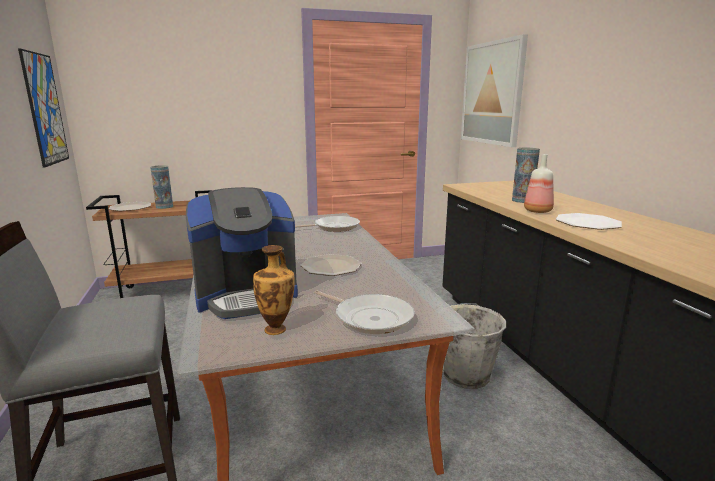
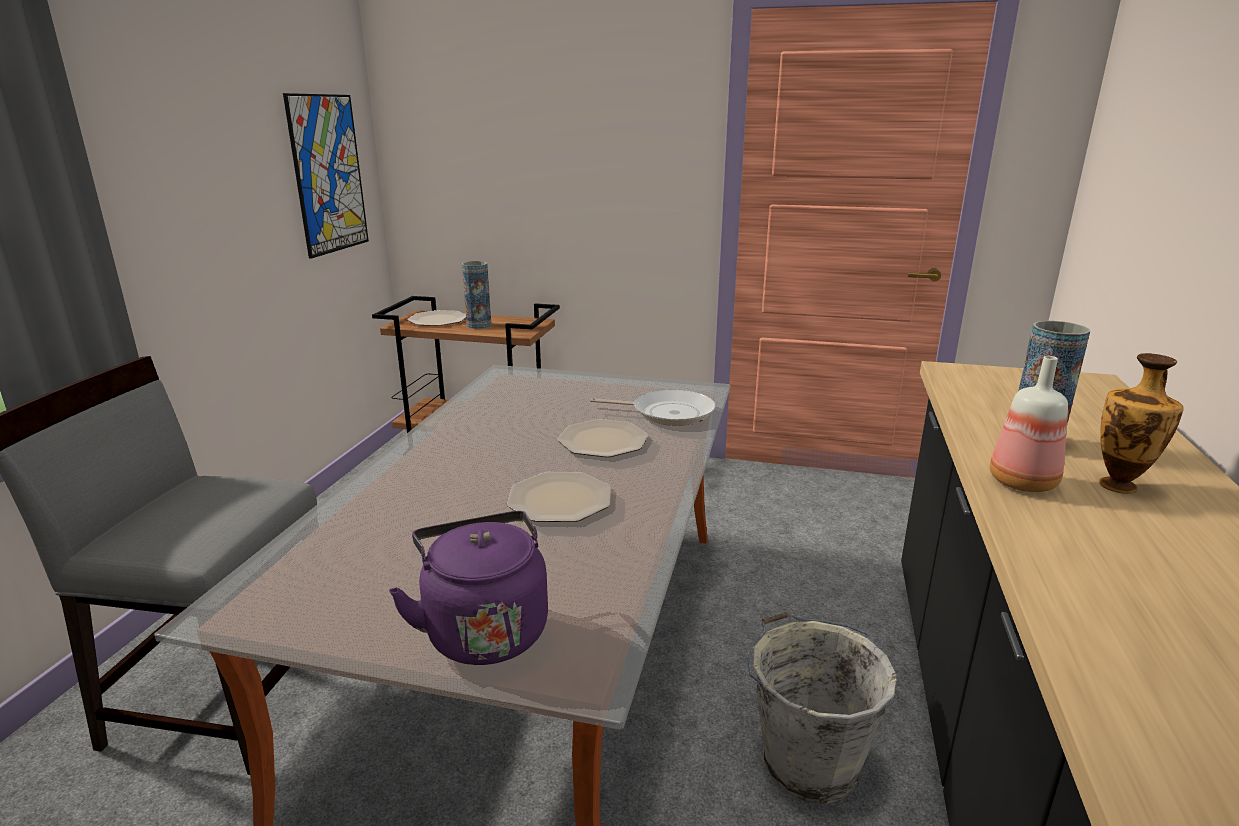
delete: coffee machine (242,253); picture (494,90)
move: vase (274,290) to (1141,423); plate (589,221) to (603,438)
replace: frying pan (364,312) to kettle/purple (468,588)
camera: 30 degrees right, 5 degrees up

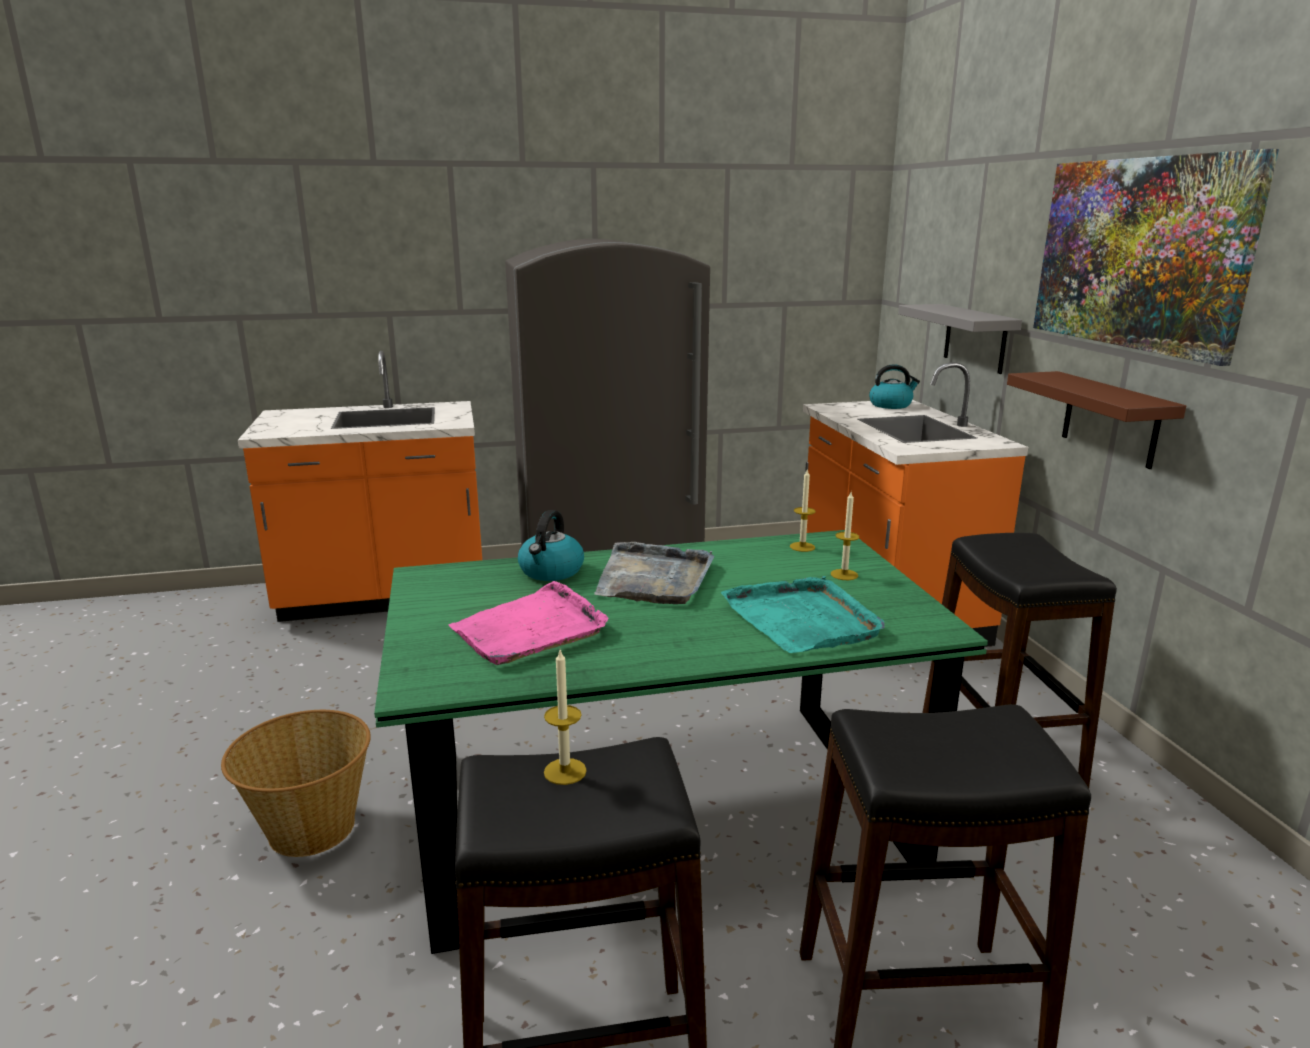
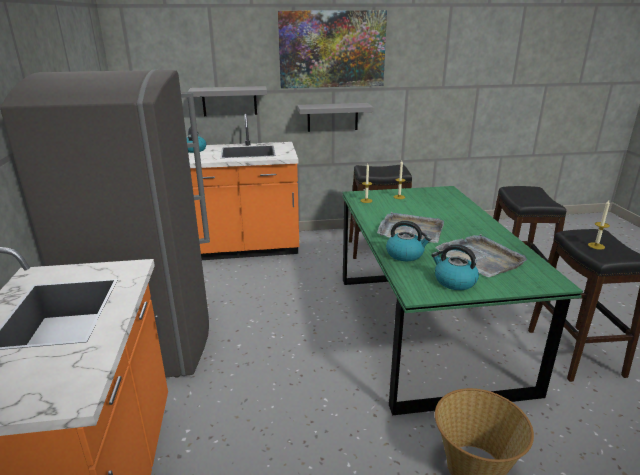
delete: tray/turquoise (802,614)
insert: kettle (455,267)
recolor: tray/pink (528,623) to tray/grey (481,255); shelf/brown (1096,420) to shelf/grey (335,117)
camera: 85 degrees left, 5 degrees up

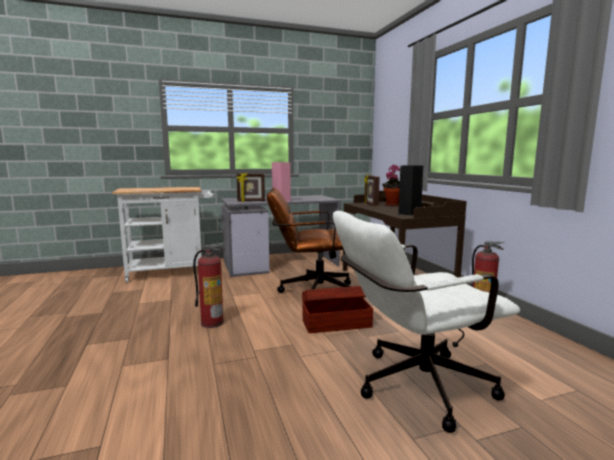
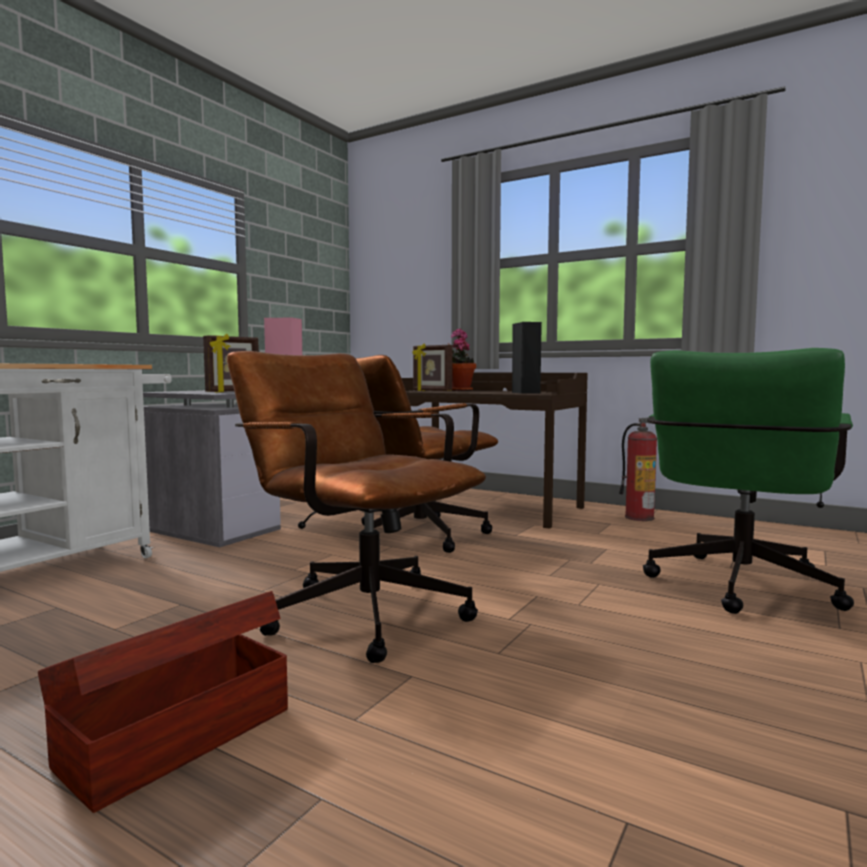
move: storage box/brown (337,309) to (163,702)
replace: fire extinguisher (209,285) to office chair/brown (356,507)
recolor: office chair/white (426,322) to office chair/green (748,481)
camera: 40 degrees left, 5 degrees down

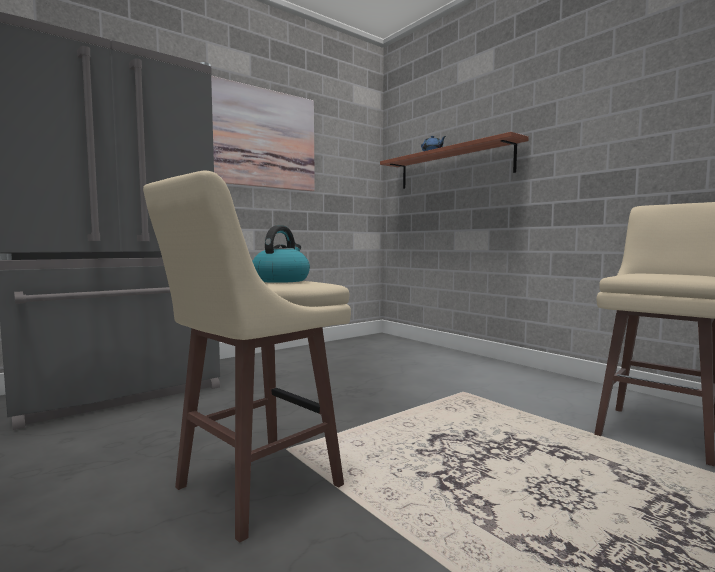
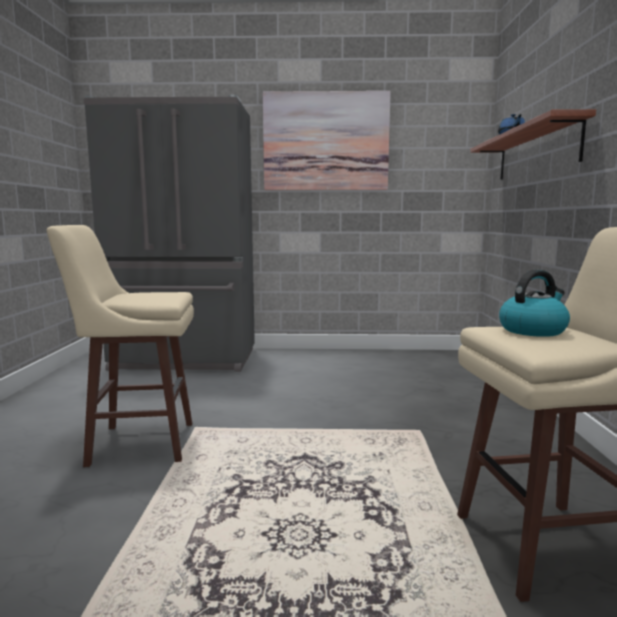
move: kettle (281,254) to (534,303)
camera: 40 degrees right, 5 degrees up

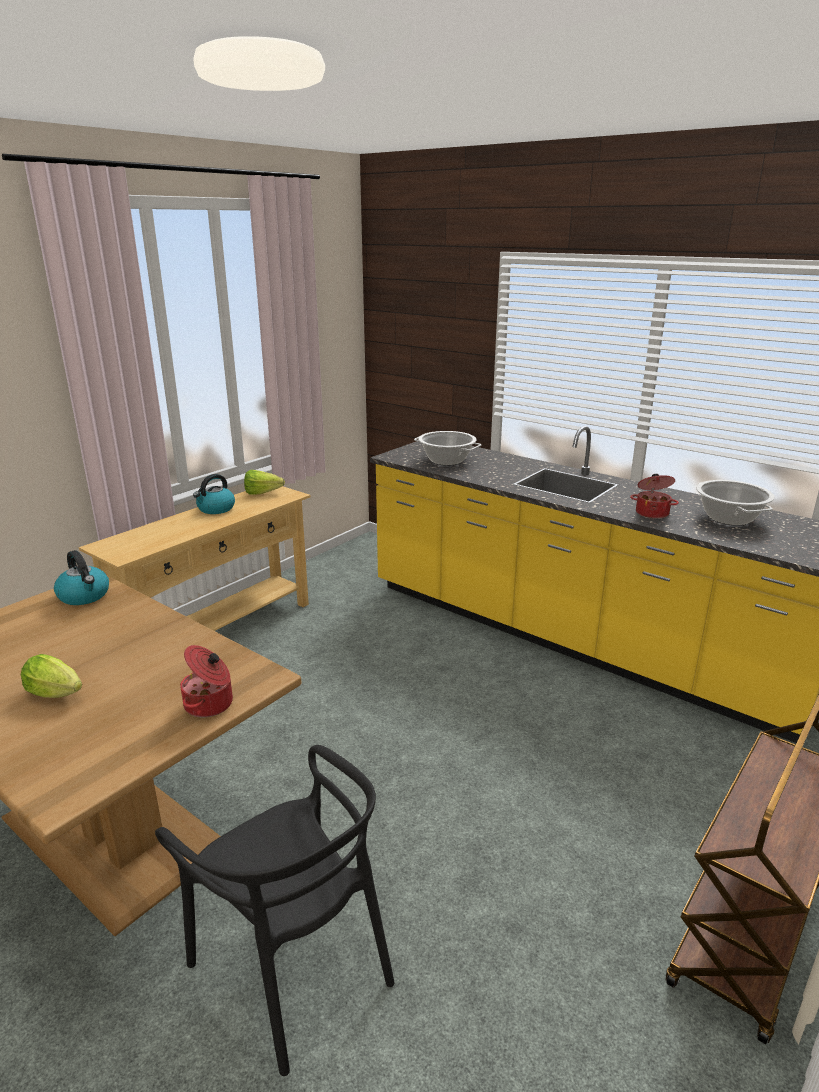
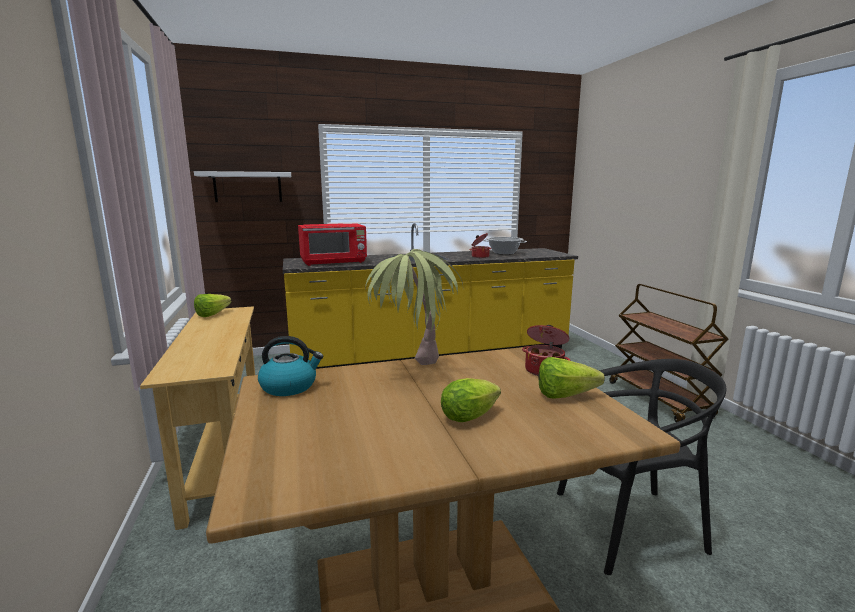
delete: kettle (214,494)
insert: shelf/white (242,186); potted plant (414,307); lettuce (571,378)
replace: cooking pot (447,448) to microwave/red (332,244)
camera: 55 degrees left, 10 degrees down

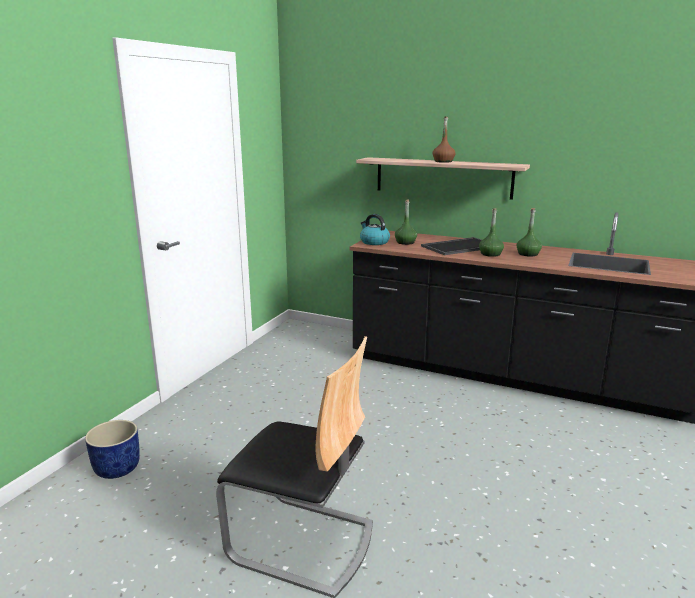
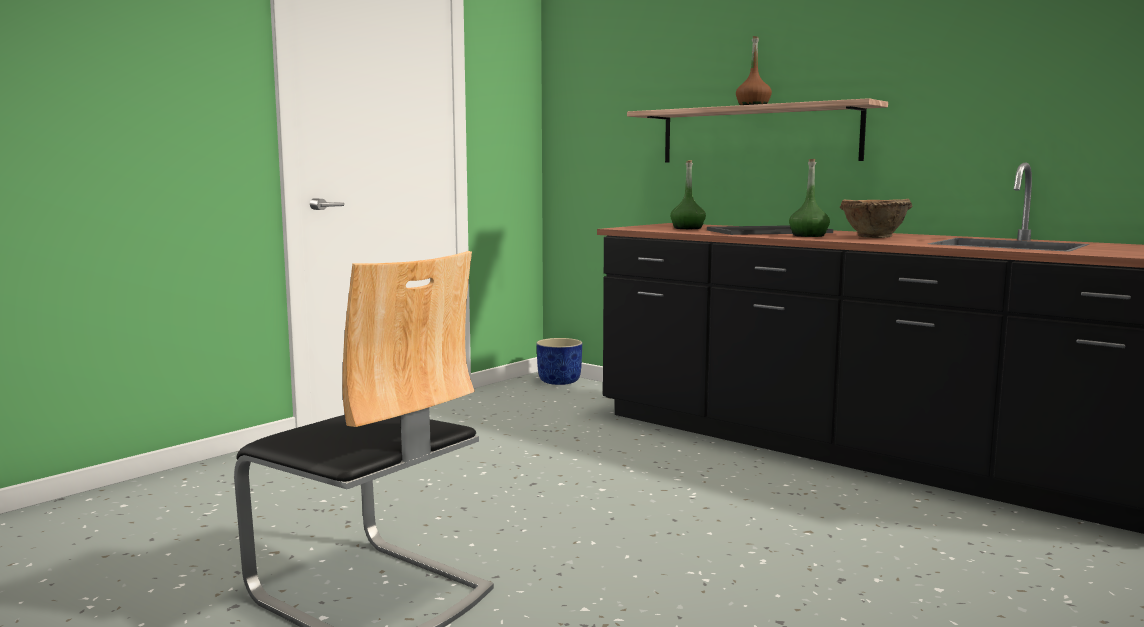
delete: kettle (375,229)
move: planter/blue (112,449) to (559,361)
replace: bottle/green (529,232) to bowl/brown (876,218)
camera: 15 degrees right, 10 degrees down

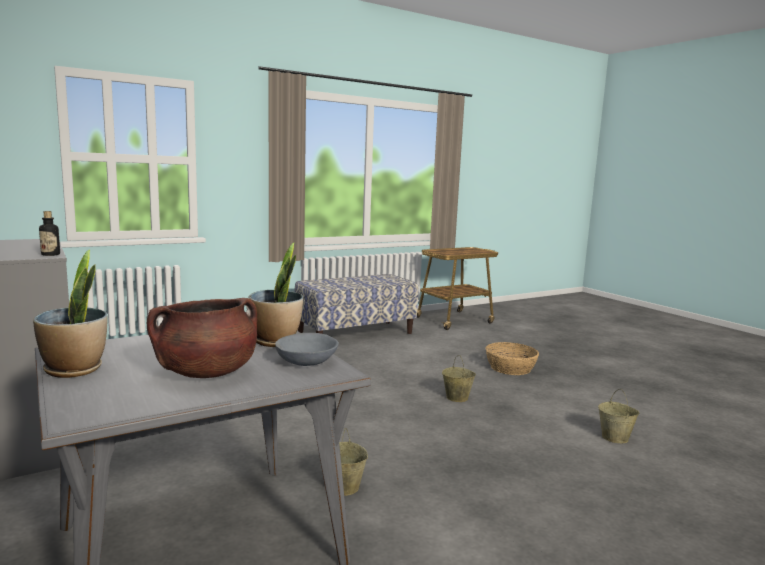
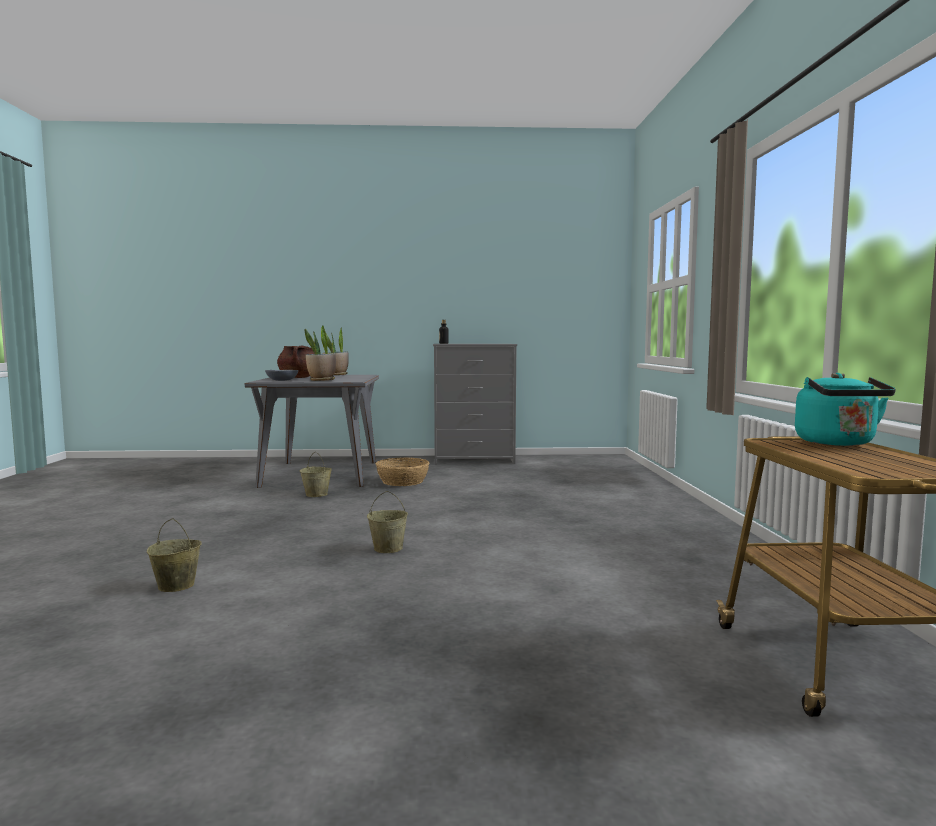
delete: bench (356,304)
insert: kettle/turquoise (845,409)
move: basket (512,358) to (403,472)
camera: 120 degrees right, 5 degrees down

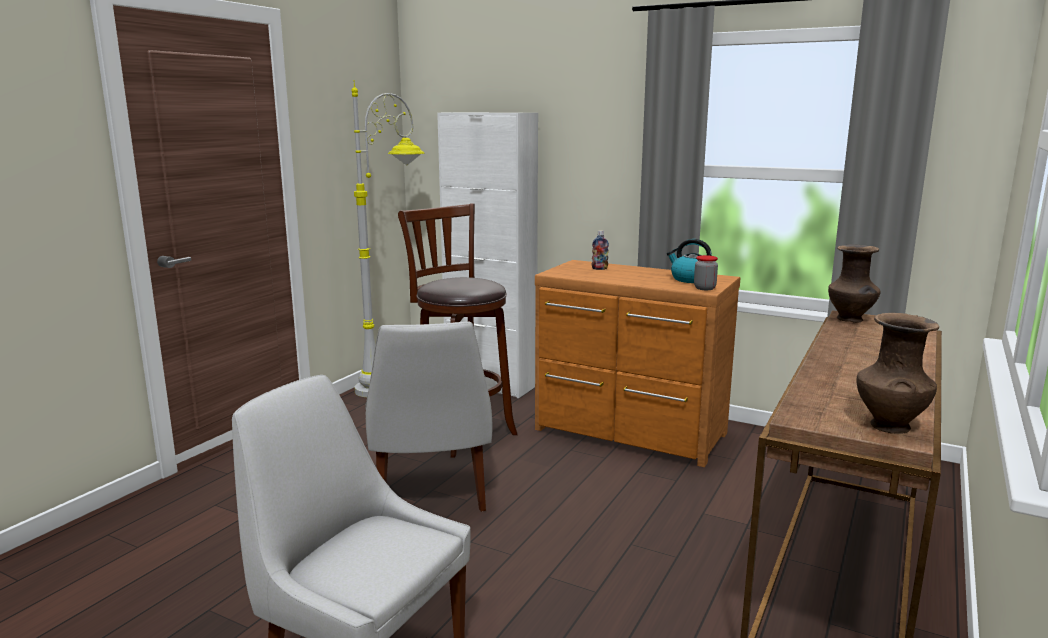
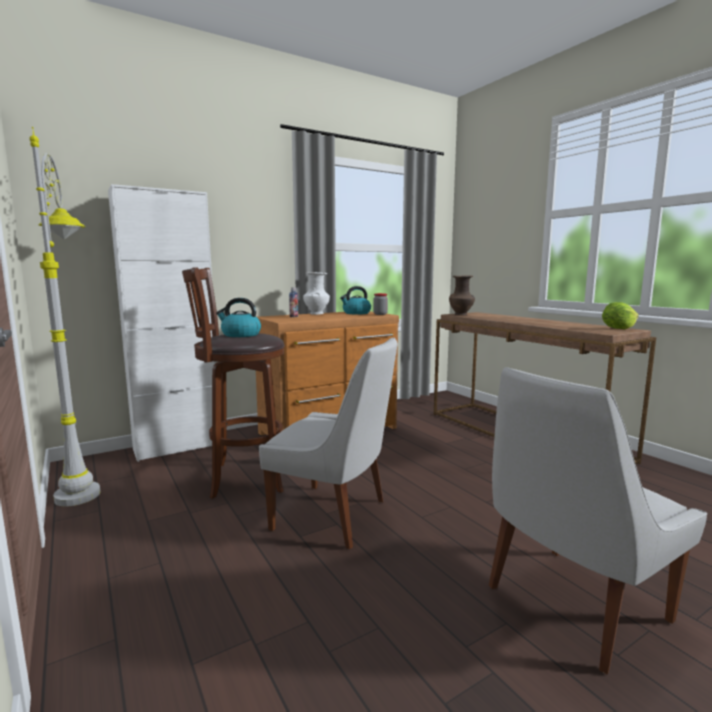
insert: kettle (238,317); vase/white (316,293)
replace: vase/brown (897,373) to lettuce (620,315)
camera: 60 degrees left, 5 degrees down

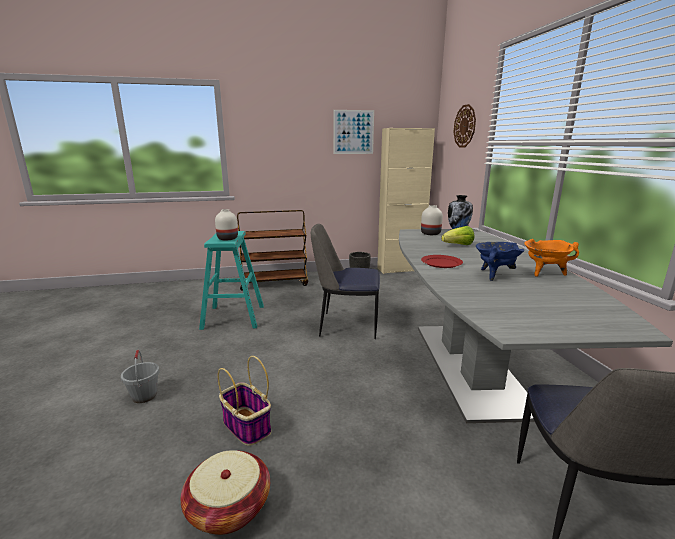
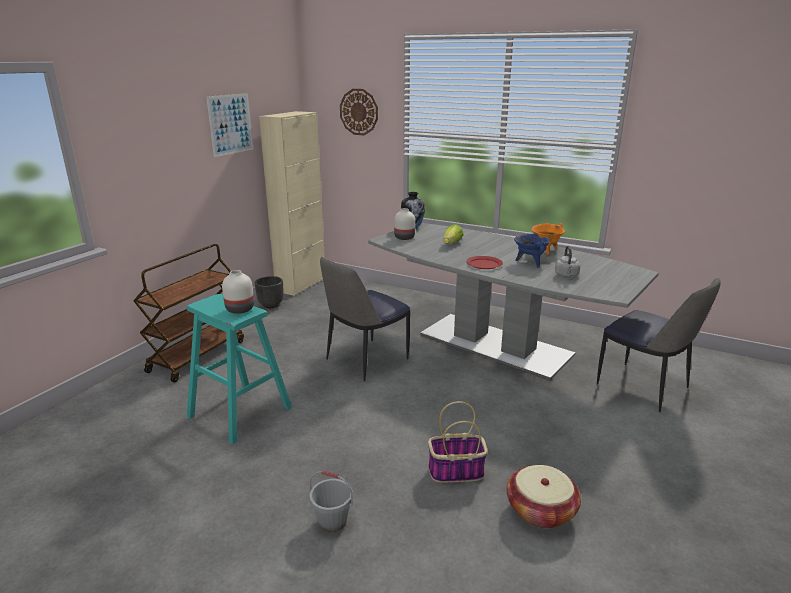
insert: kettle/grey (567,262)
camera: 50 degrees left, 5 degrees up

